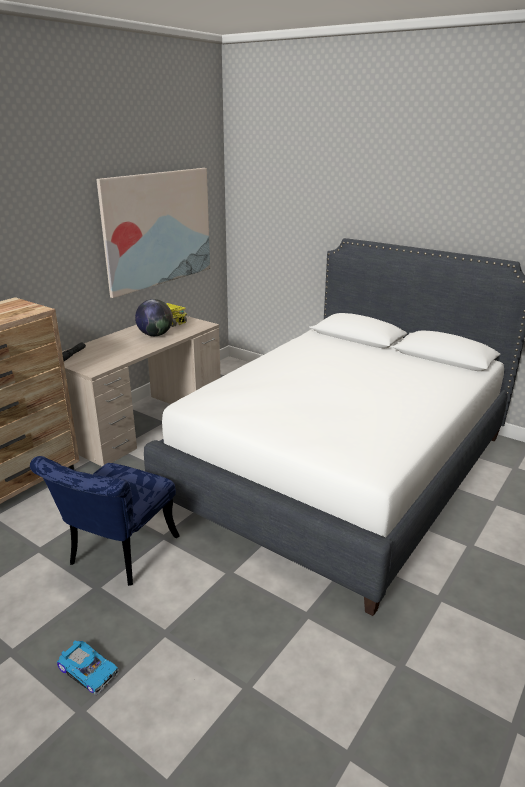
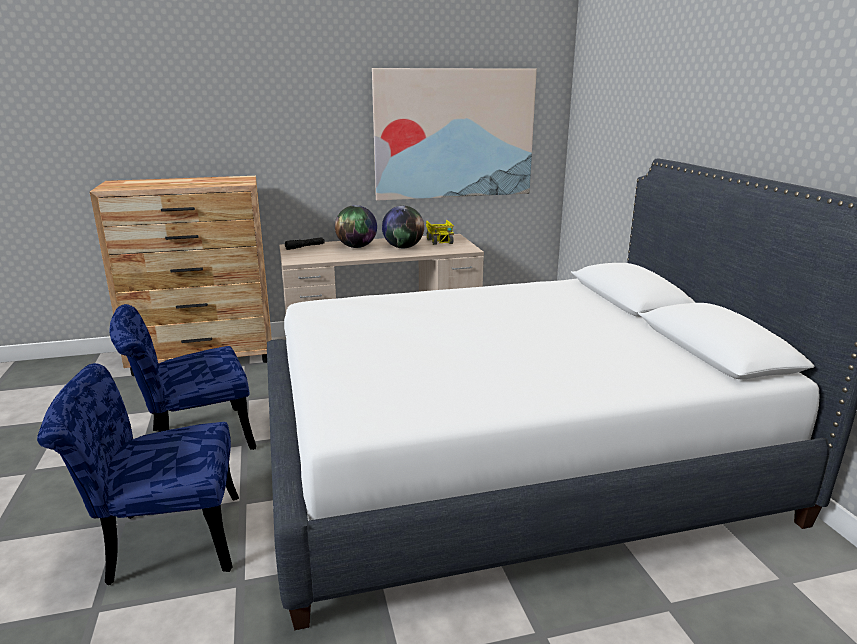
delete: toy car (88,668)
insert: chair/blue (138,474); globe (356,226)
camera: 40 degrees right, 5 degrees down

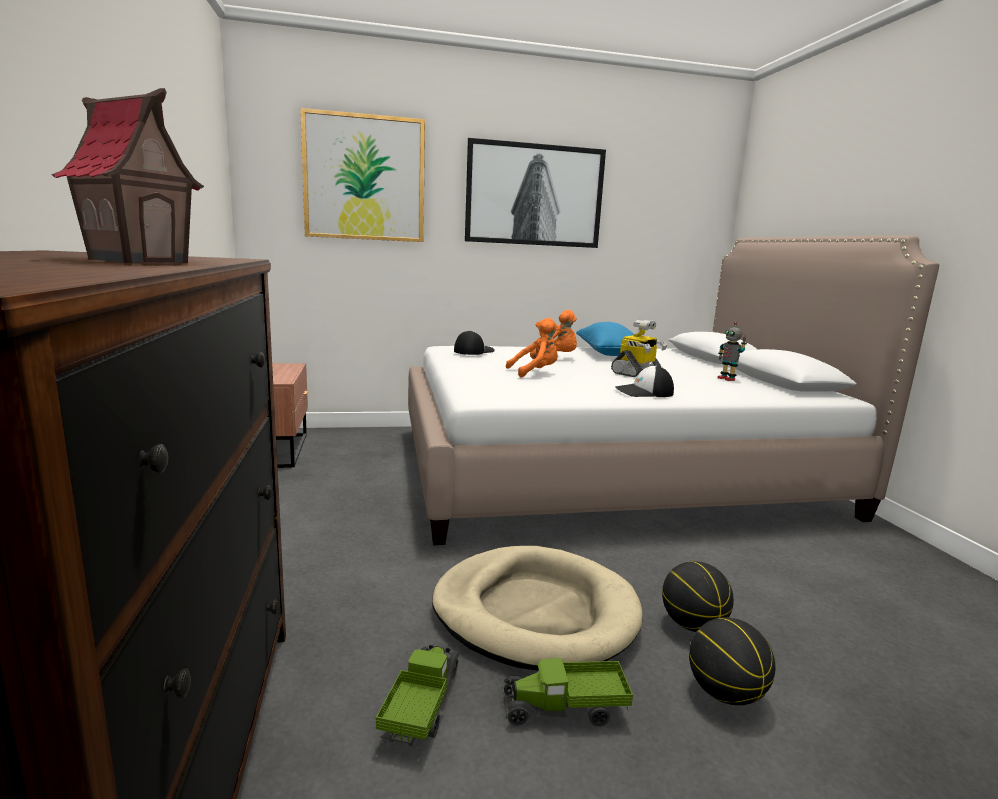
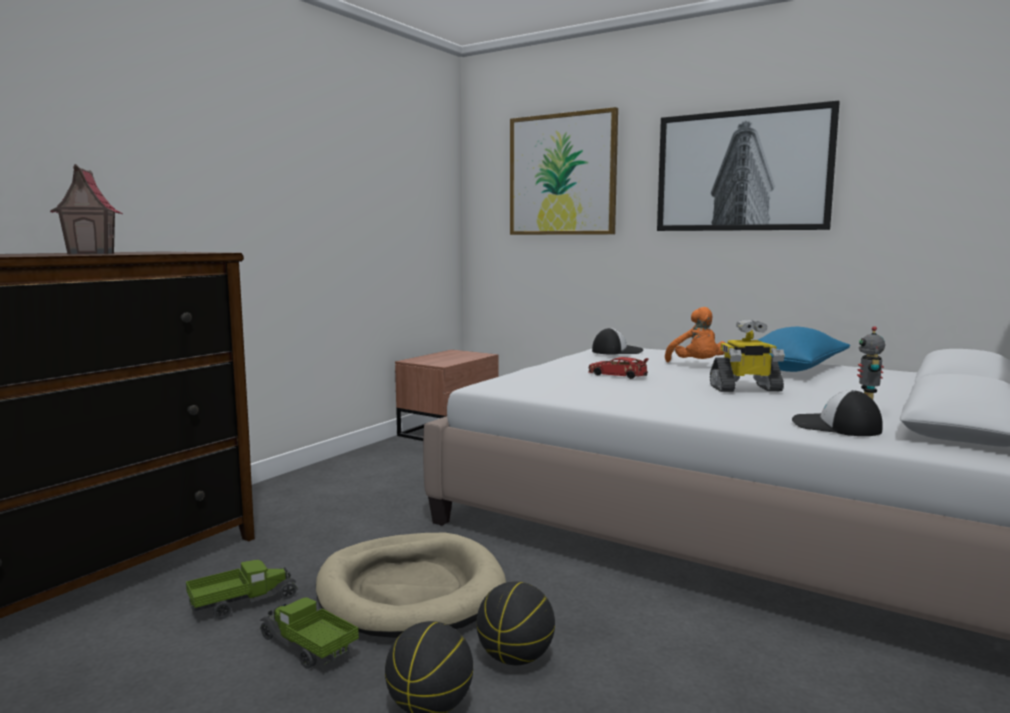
move: cap (644,381) to (837,413)
replace: plush toy/orange (533,347) to toy car/red (618,368)
camera: 45 degrees right, 5 degrees down

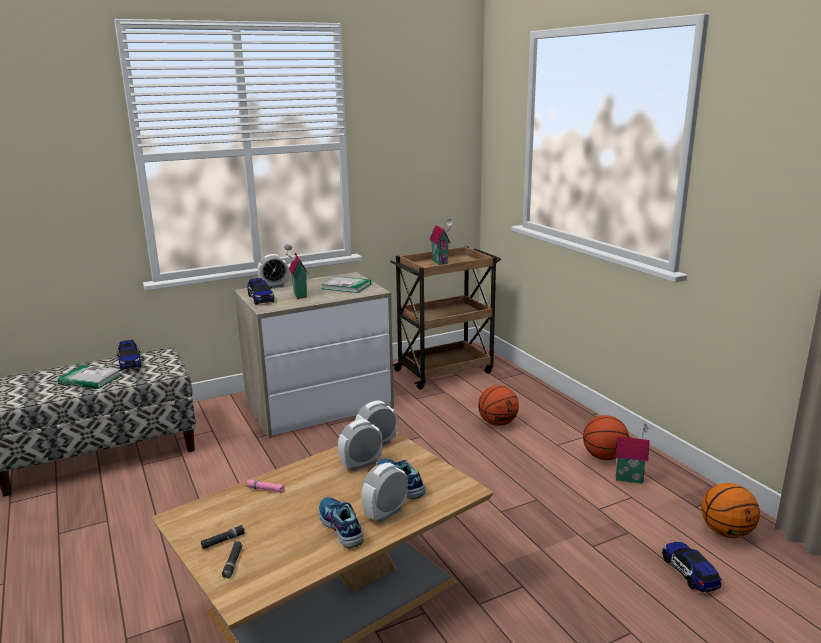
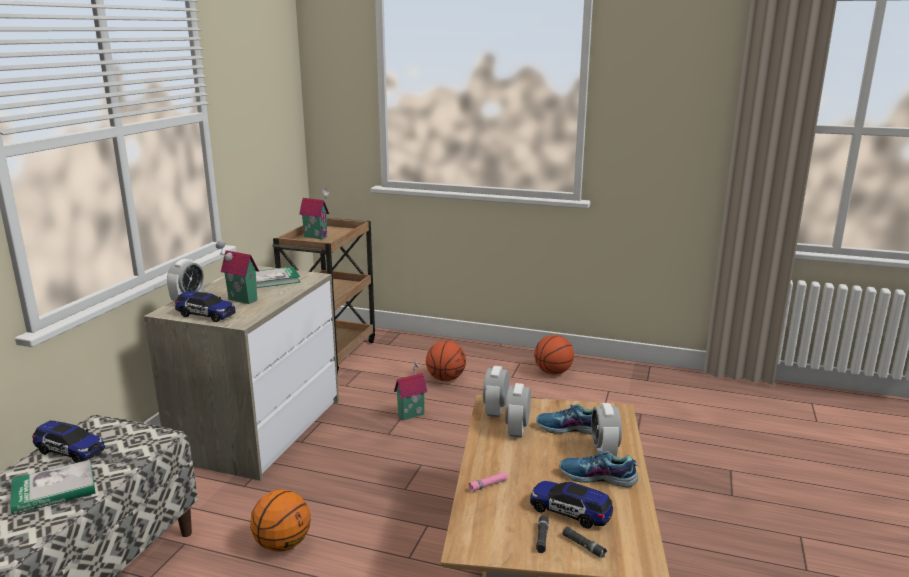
move: toy house (633,454) to (410,390); toy car (692,567) to (571,505); basketball (730,510) to (280,521)
camera: 45 degrees left, 0 degrees up

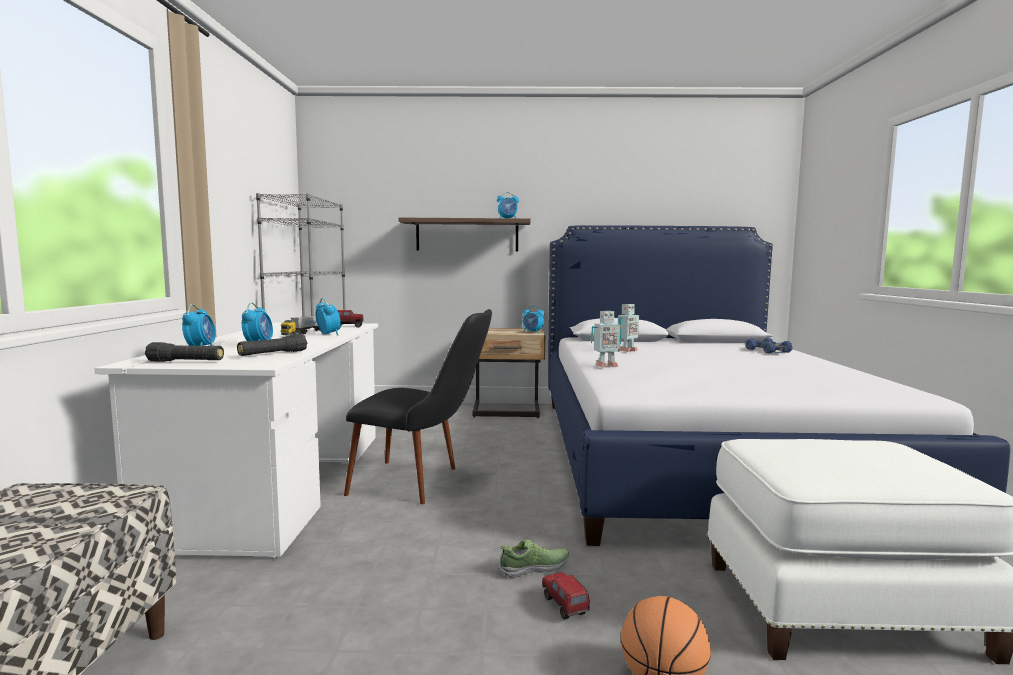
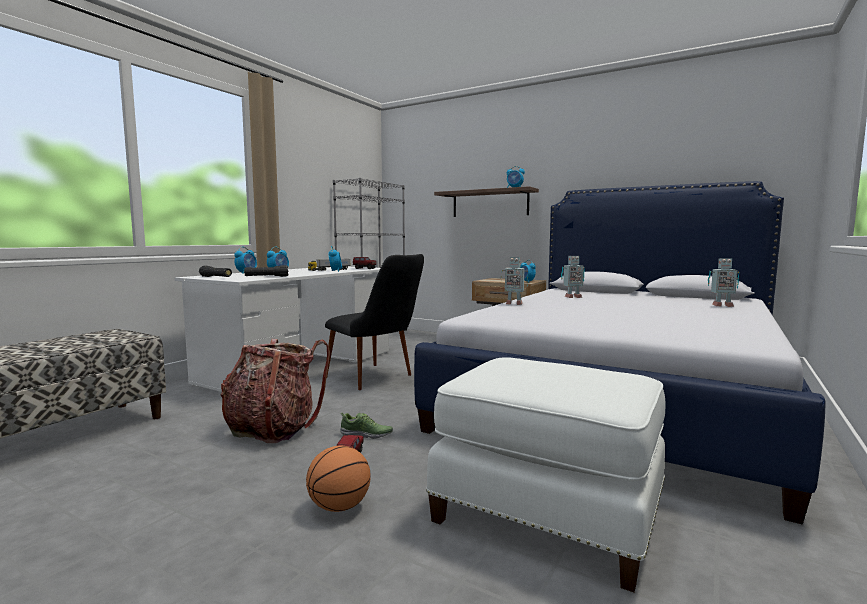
insert: backpack (275,391)
replace: toy car/blue (769,346) to toy robot (723,282)
camera: 30 degrees right, 0 degrees up

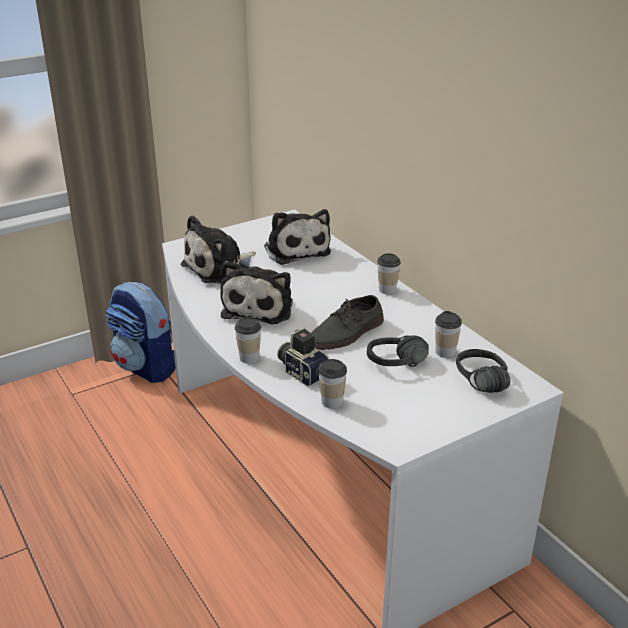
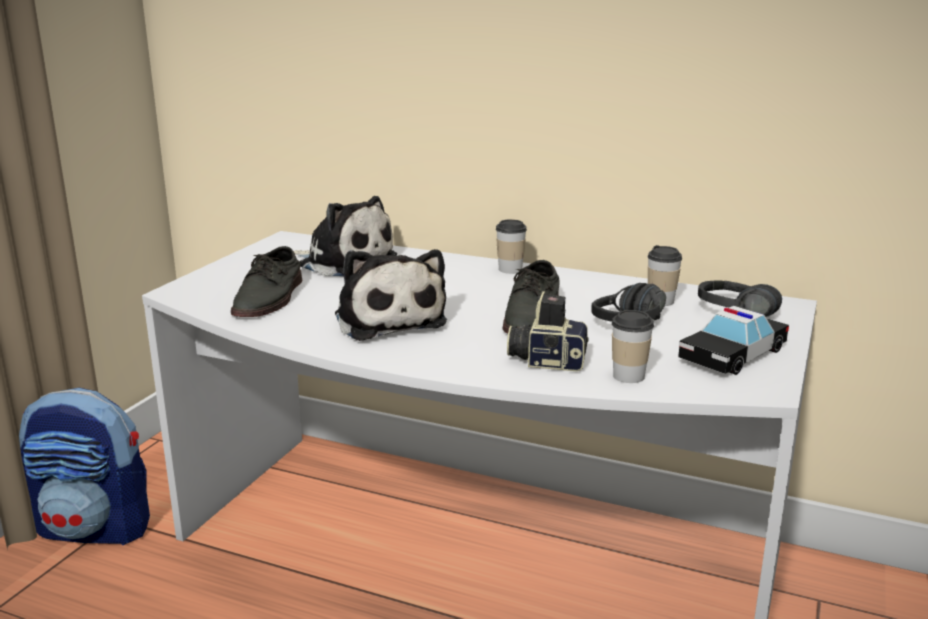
delete: cup (248,340)
insert: toy car (733,340)
replace: plush toy (218,249) to shoe/grey (266,281)
camera: 35 degrees left, 10 degrees down

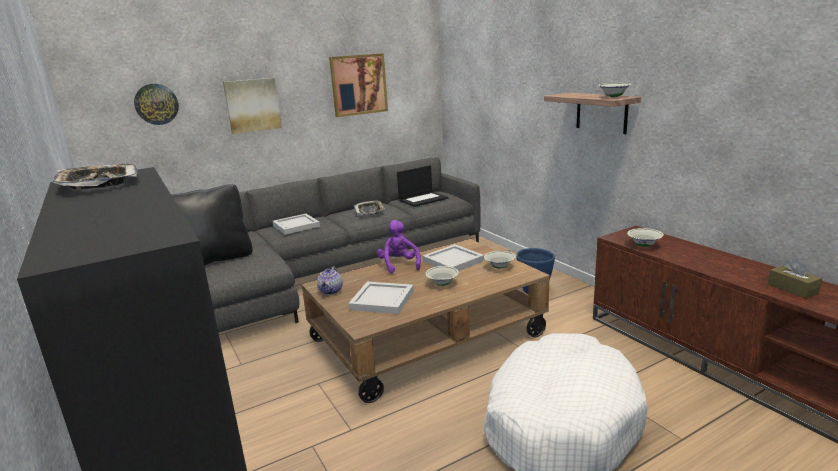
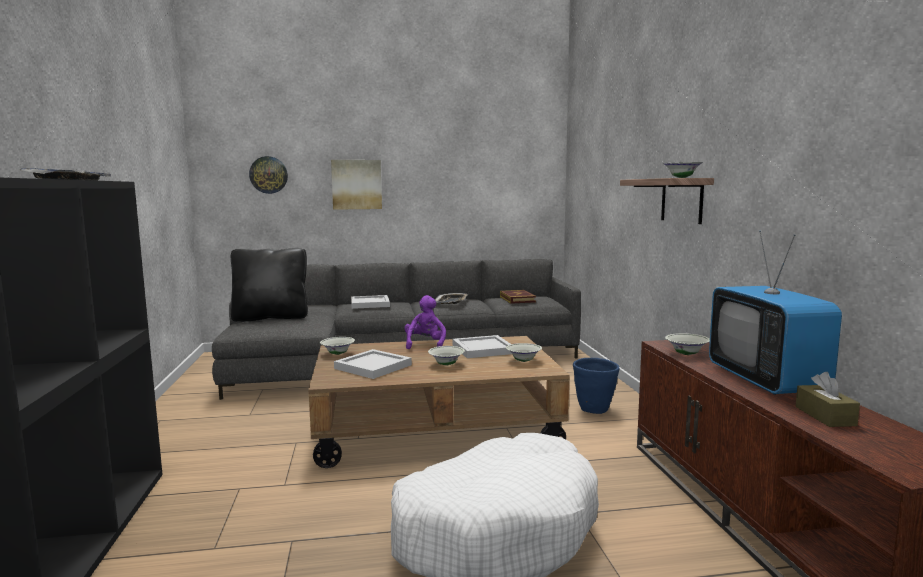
delete: picture (358,85)
insert: television (775,313)
replace: teapot (330,280) to bowl/white (337,346); laptop (422,186) to book (518,297)
camera: 20 degrees right, 10 degrees down

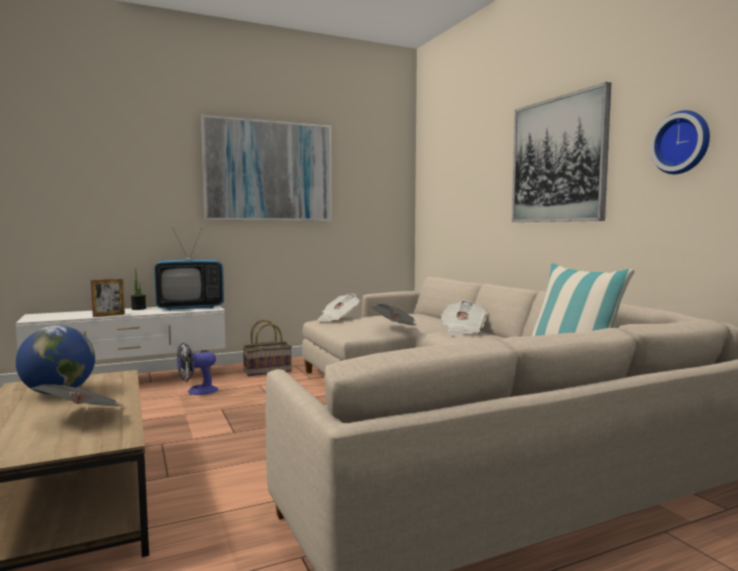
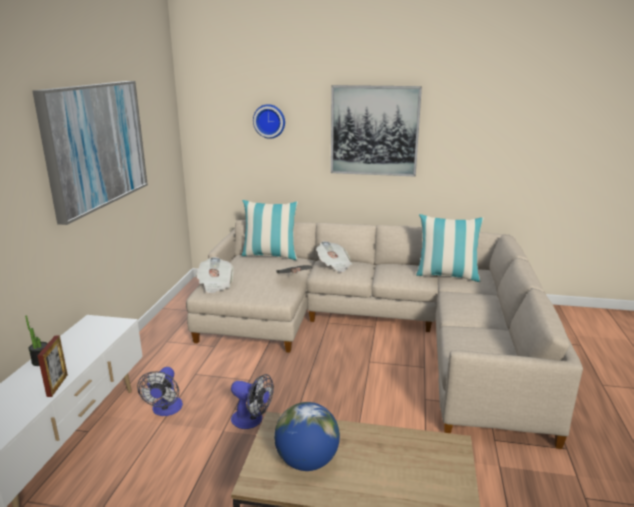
delete: newspaper (76,395); television (189,269); basket (267,348)
insert: fan (252,401); pillow (270,230)
move: wall clock (680,142) to (269,121)
camera: 55 degrees left, 15 degrees up

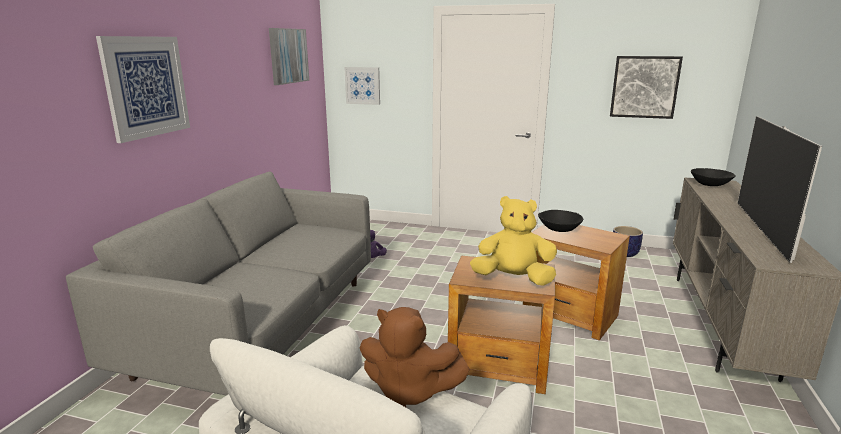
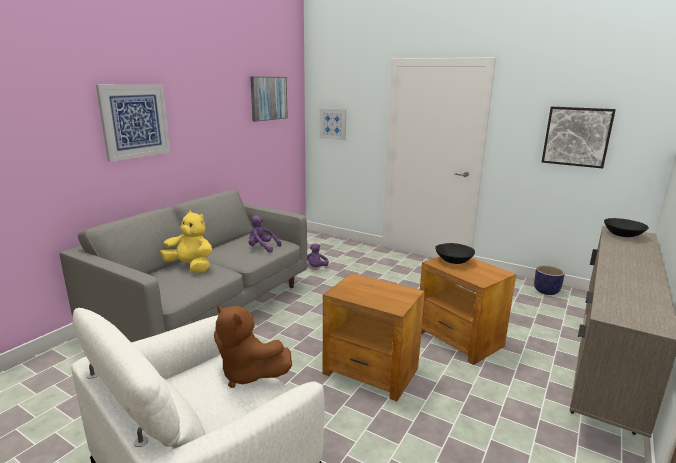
delete: television (779,189)
insert: plush toy/purple (264,234)
move: plush toy/yellow (513,241) to (186,241)
camera: 15 degrees right, 0 degrees up

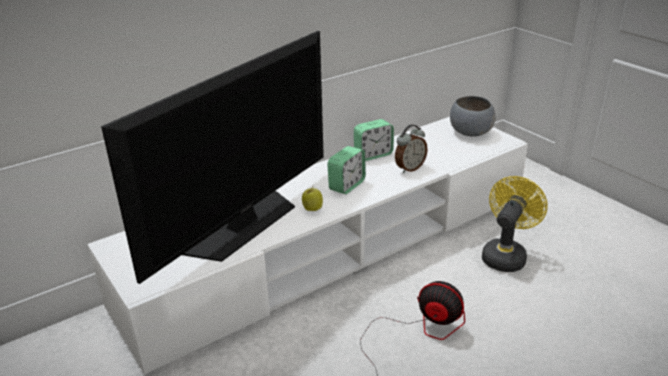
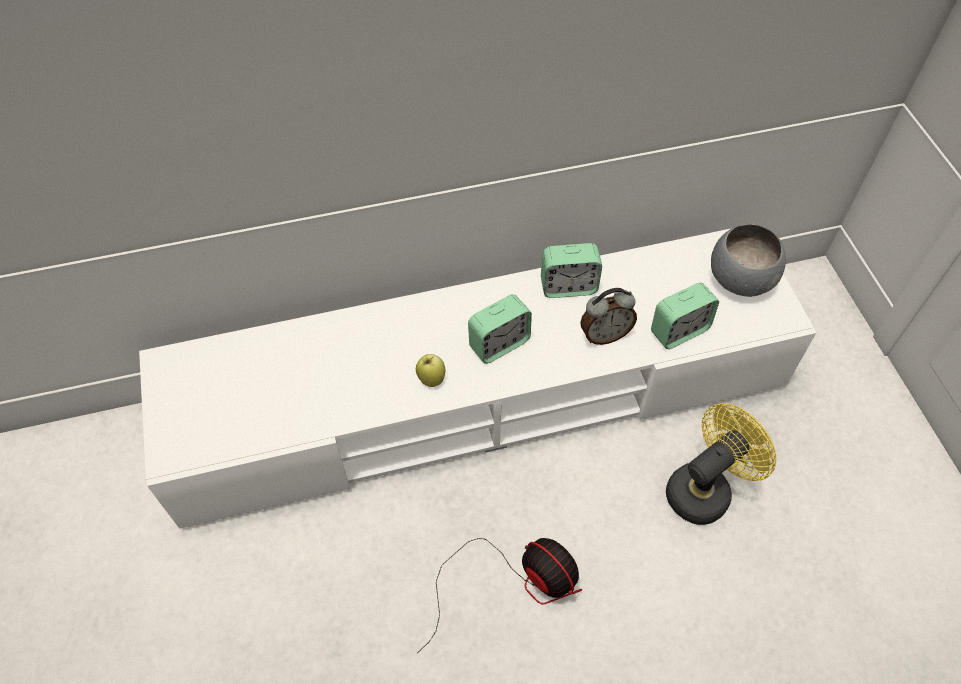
delete: television (212,157)
insert: alarm clock (685,315)
camera: 20 degrees right, 25 degrees up

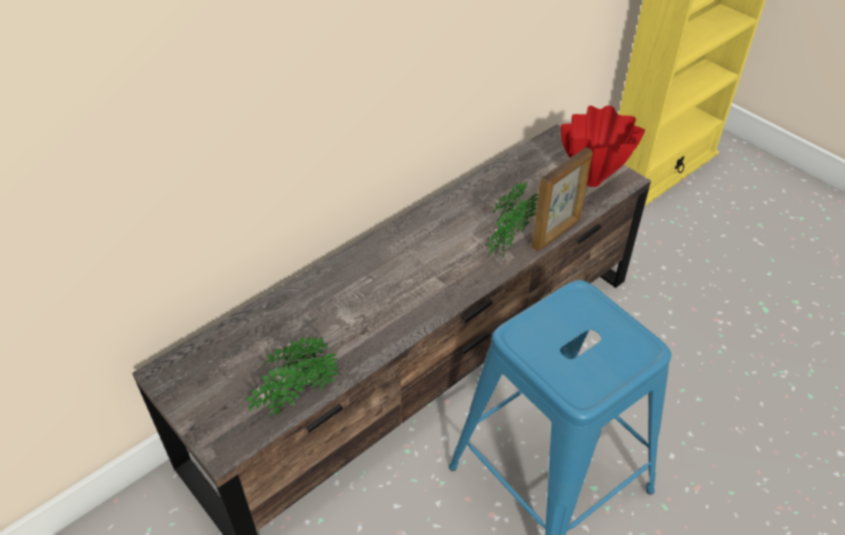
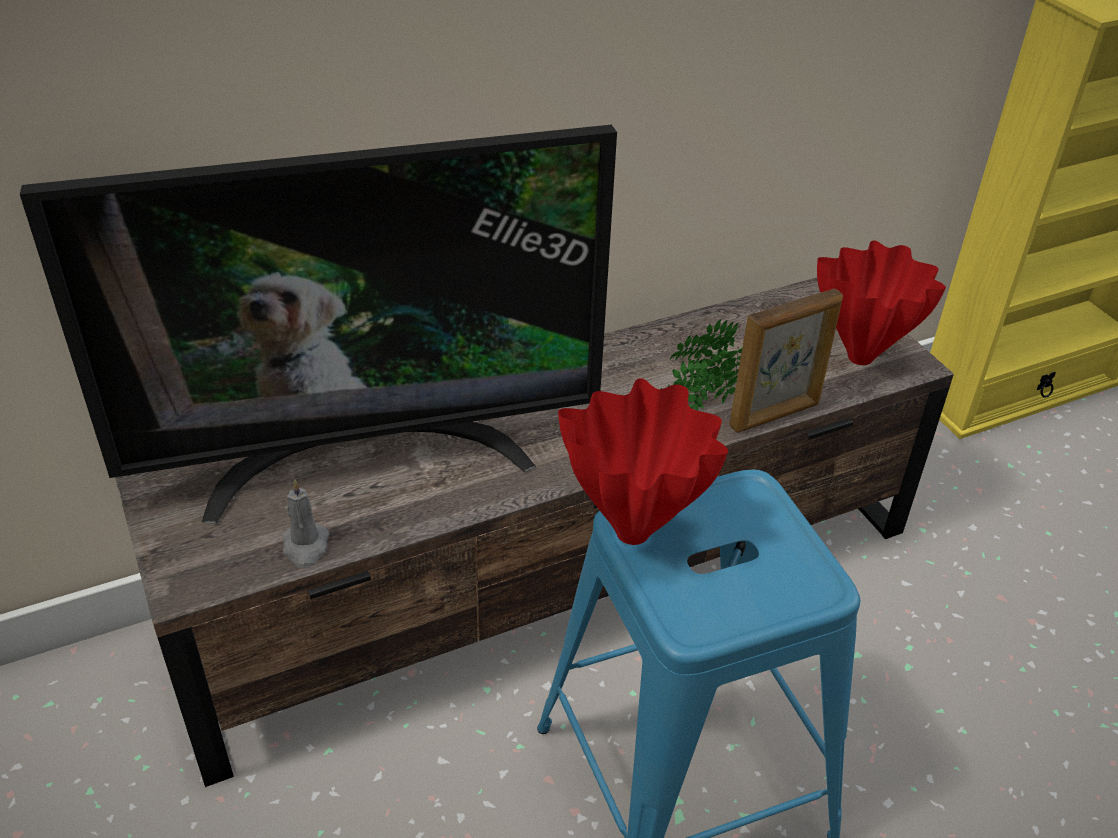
insert: television (318,324); vase/red (643,461)
replace: potted plant (292,377) to candle/grey (306,523)
camera: 15 degrees right, 5 degrees down

